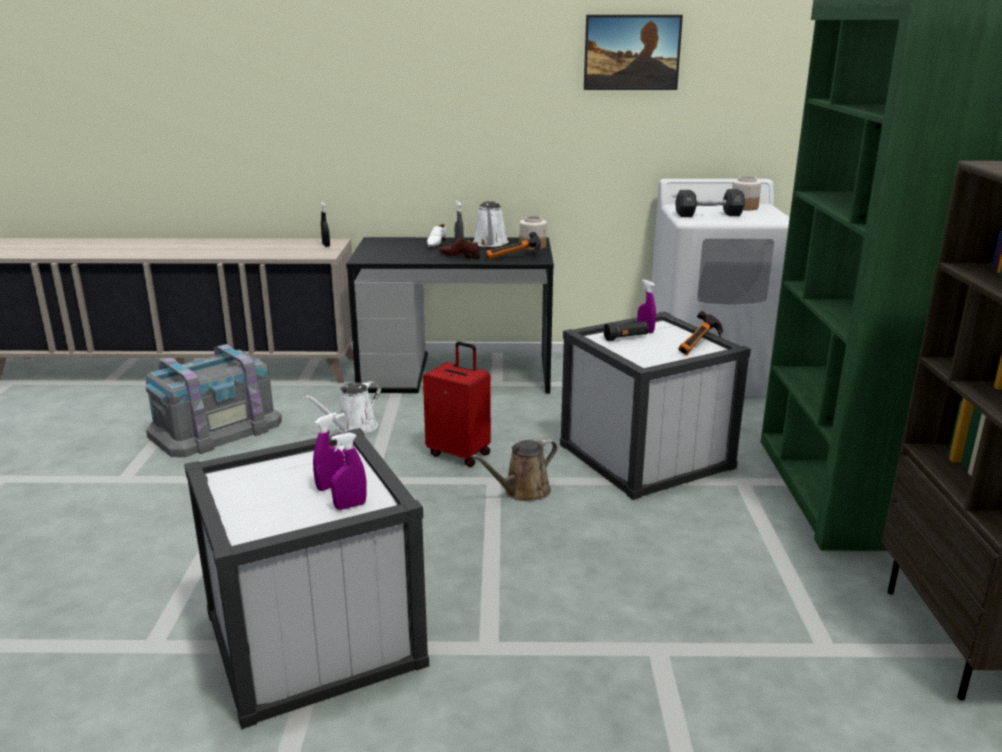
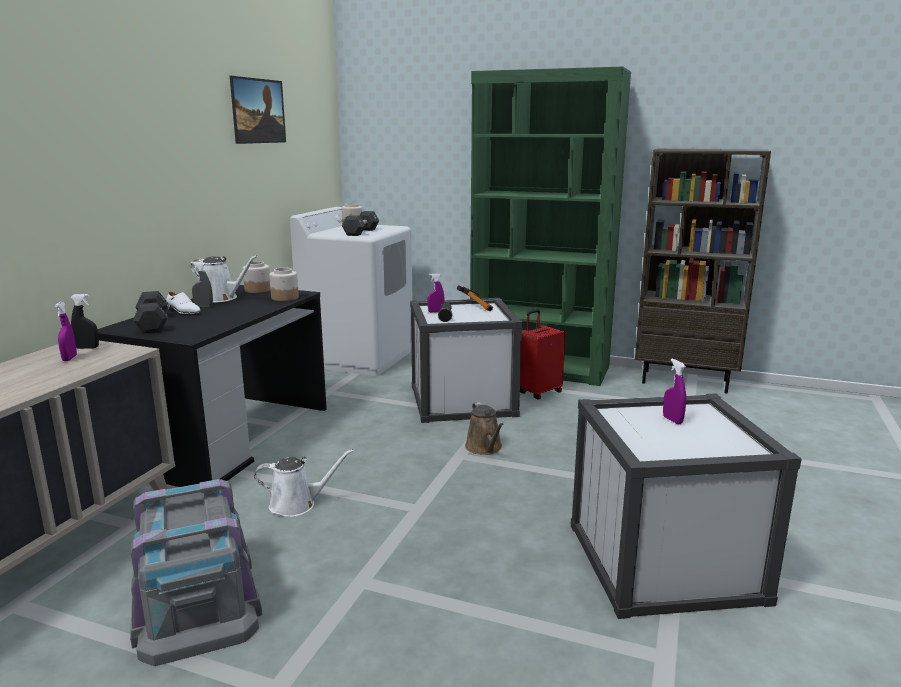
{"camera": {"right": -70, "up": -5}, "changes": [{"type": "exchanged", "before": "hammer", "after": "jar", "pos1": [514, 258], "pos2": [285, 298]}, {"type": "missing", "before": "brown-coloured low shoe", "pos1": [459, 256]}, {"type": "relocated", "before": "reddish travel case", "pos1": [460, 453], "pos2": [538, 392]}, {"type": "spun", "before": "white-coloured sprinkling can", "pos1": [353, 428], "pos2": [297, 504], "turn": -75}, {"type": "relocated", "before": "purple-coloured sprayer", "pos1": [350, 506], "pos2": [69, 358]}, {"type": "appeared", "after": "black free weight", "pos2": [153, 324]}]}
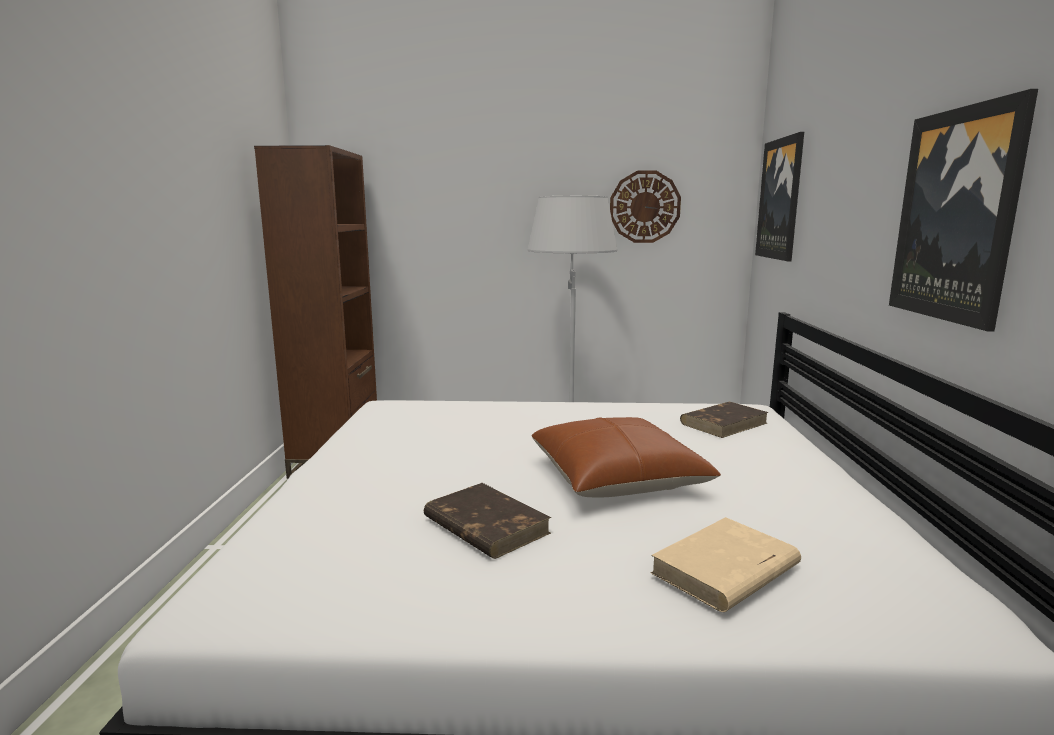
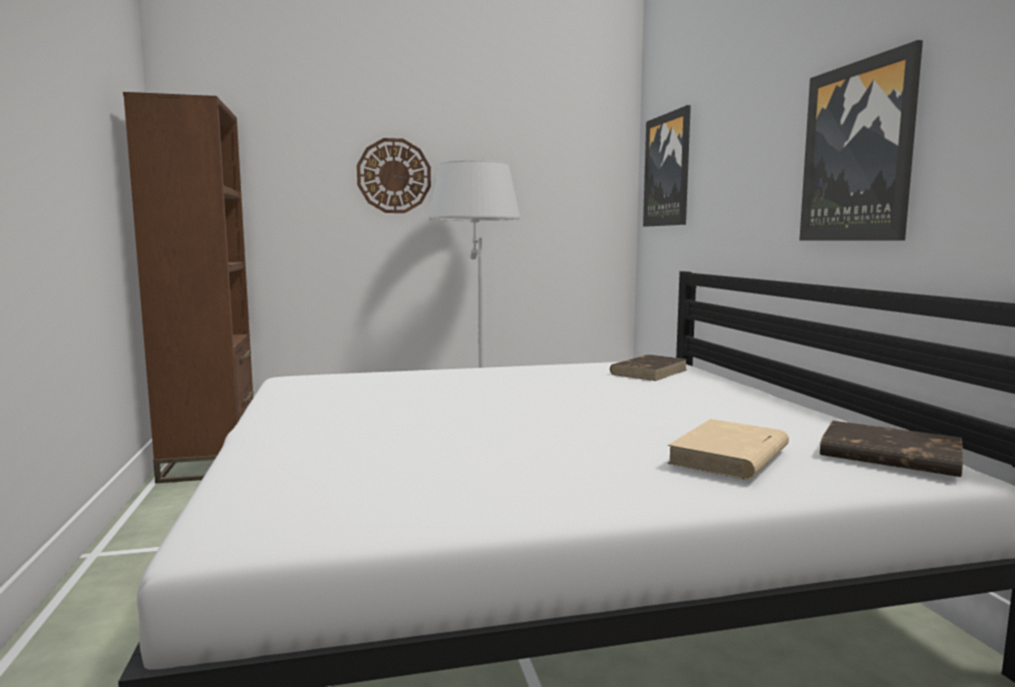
{"camera": {"right": -15, "up": -5}, "changes": [{"type": "relocated", "before": "wall clock", "pos1": [644, 207], "pos2": [394, 176]}, {"type": "missing", "before": "brown-coloured throw pillow", "pos1": [617, 477]}, {"type": "relocated", "before": "brown-coloured volume", "pos1": [485, 525], "pos2": [888, 456]}]}
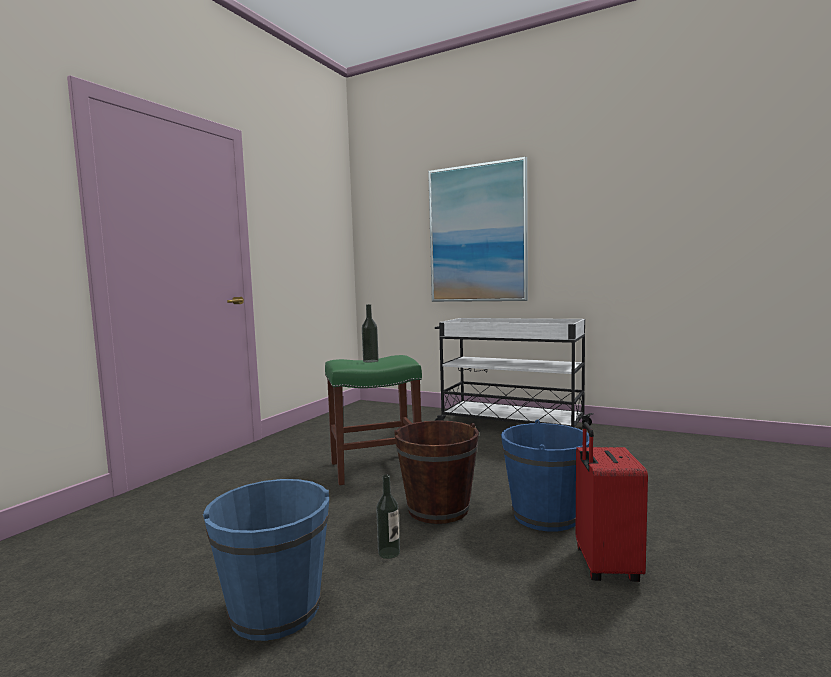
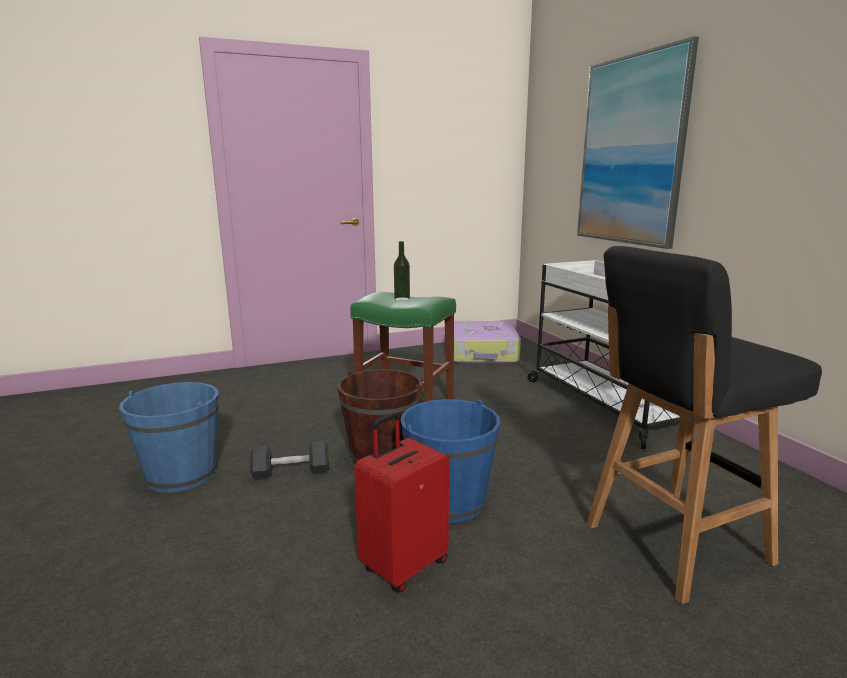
{"camera": {"right": 40, "up": 10}, "changes": [{"type": "exchanged", "before": "beverage bottle", "after": "black free weight", "pos1": [389, 553], "pos2": [291, 472]}, {"type": "appeared", "after": "black stool", "pos2": [672, 544]}, {"type": "appeared", "after": "travel case", "pos2": [483, 353]}]}
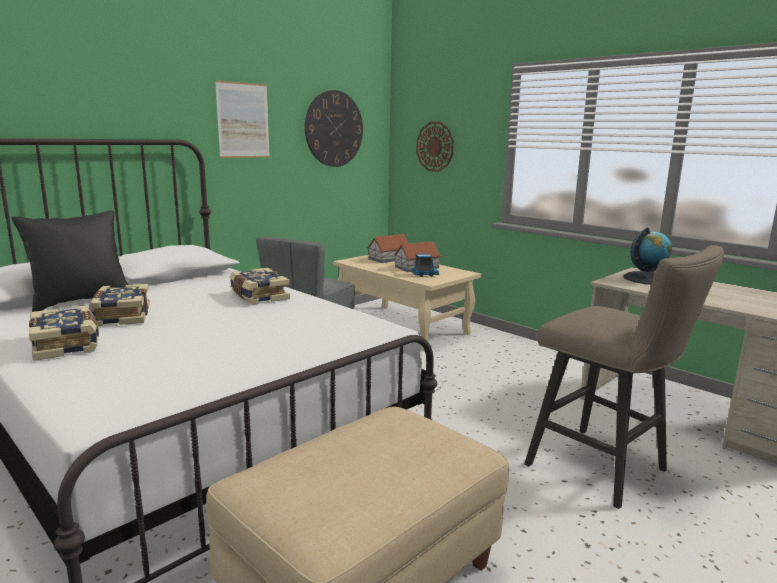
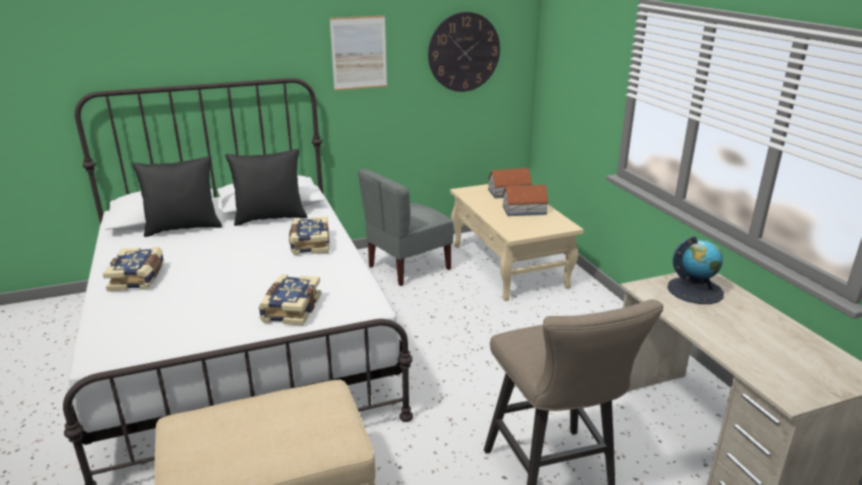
{"camera": {"right": 25, "up": 10}, "changes": [{"type": "missing", "before": "wall clock", "pos1": [435, 146]}, {"type": "missing", "before": "toy lorry", "pos1": [424, 274]}, {"type": "relocated", "before": "volume", "pos1": [120, 316], "pos2": [290, 309]}, {"type": "appeared", "after": "black throw pillow", "pos2": [270, 218]}]}
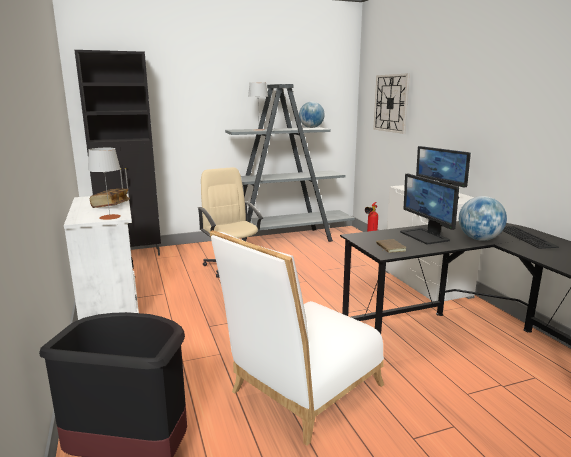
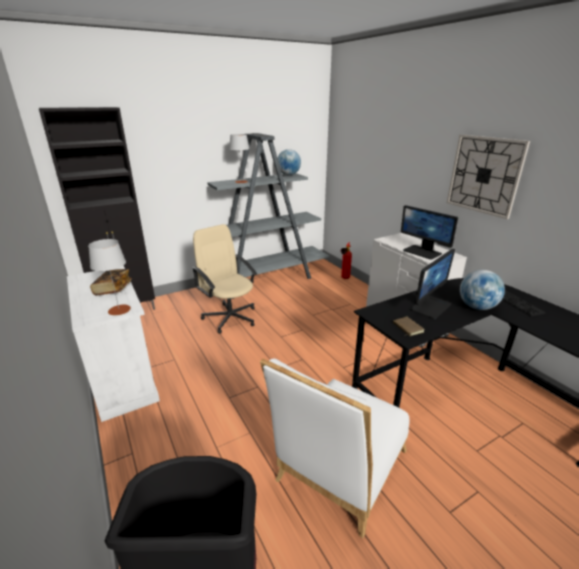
{"camera": {"right": -10, "up": 10}, "changes": [{"type": "relocated", "before": "wall clock", "pos1": [391, 103], "pos2": [484, 175]}, {"type": "spun", "before": "monitor", "pos1": [425, 236], "pos2": [429, 306], "turn": -105}]}
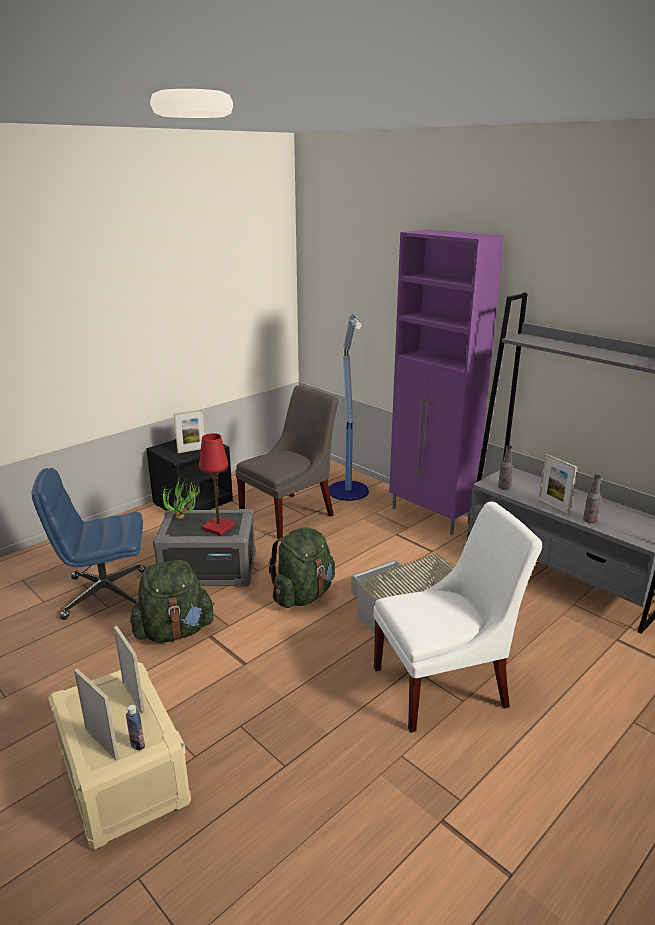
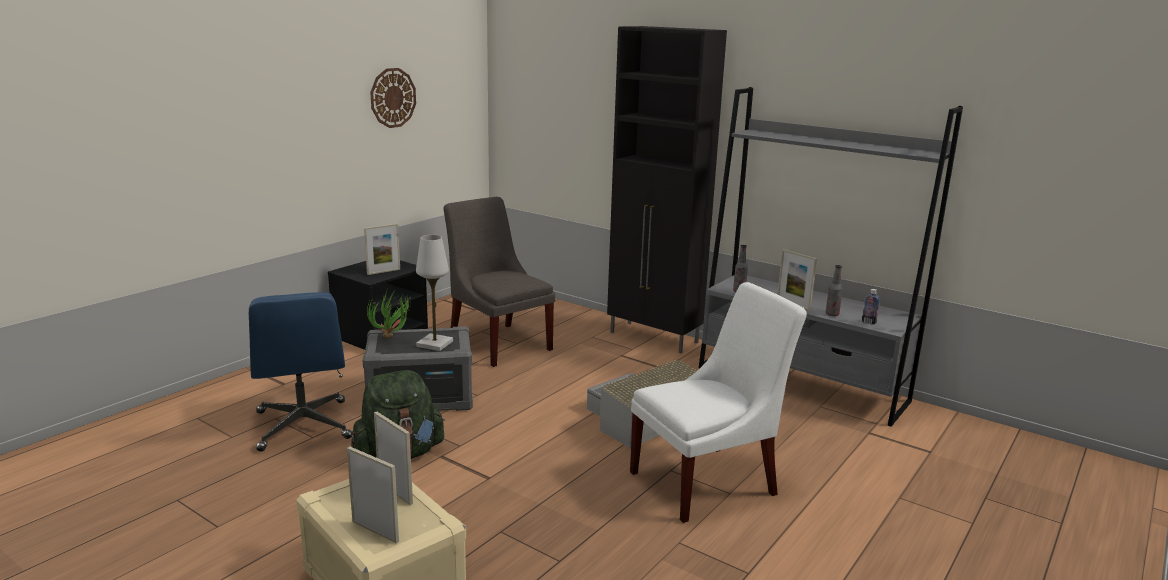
{"camera": {"right": -10, "up": -5}, "changes": [{"type": "colour", "before": "purple-coloured cupboard", "after": "black cupboard", "pos1": [431, 516], "pos2": [654, 338]}, {"type": "missing", "before": "standard lamp", "pos1": [348, 492]}, {"type": "spun", "before": "gray chair", "pos1": [290, 515], "pos2": [498, 343], "turn": -75}, {"type": "colour", "before": "reddish tabletop lamp", "after": "white-coloured tabletop lamp", "pos1": [218, 527], "pos2": [434, 344]}, {"type": "spun", "before": "blue office chair", "pos1": [104, 594], "pos2": [303, 426], "turn": -90}, {"type": "missing", "before": "greenish rucksack", "pos1": [303, 595]}, {"type": "relocated", "before": "beverage bottle", "pos1": [137, 744], "pos2": [868, 322]}, {"type": "appeared", "after": "wall clock", "pos2": [393, 98]}]}
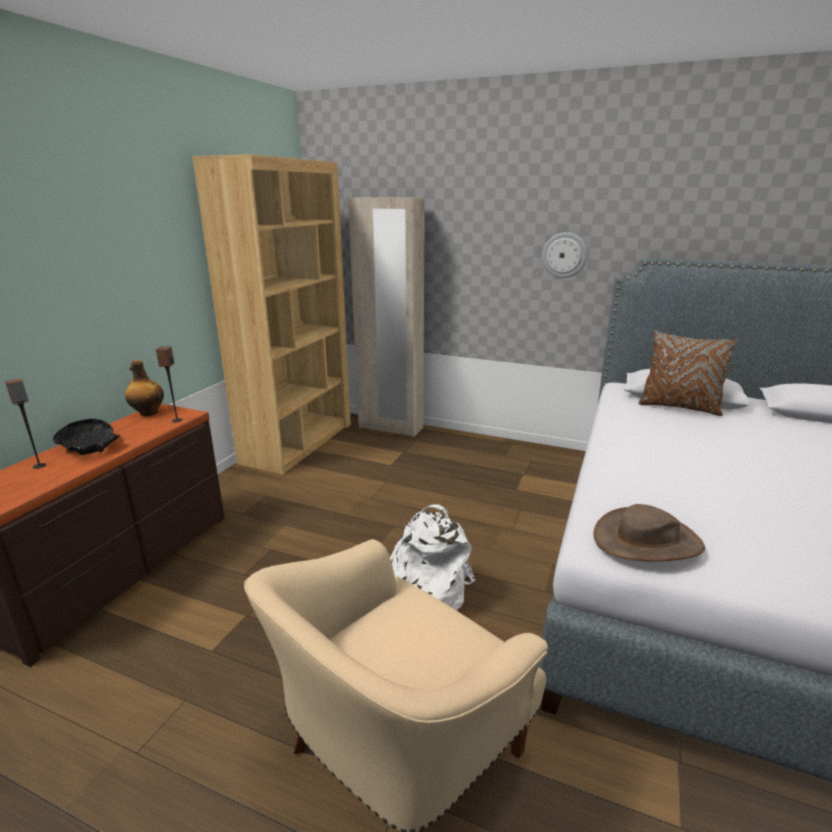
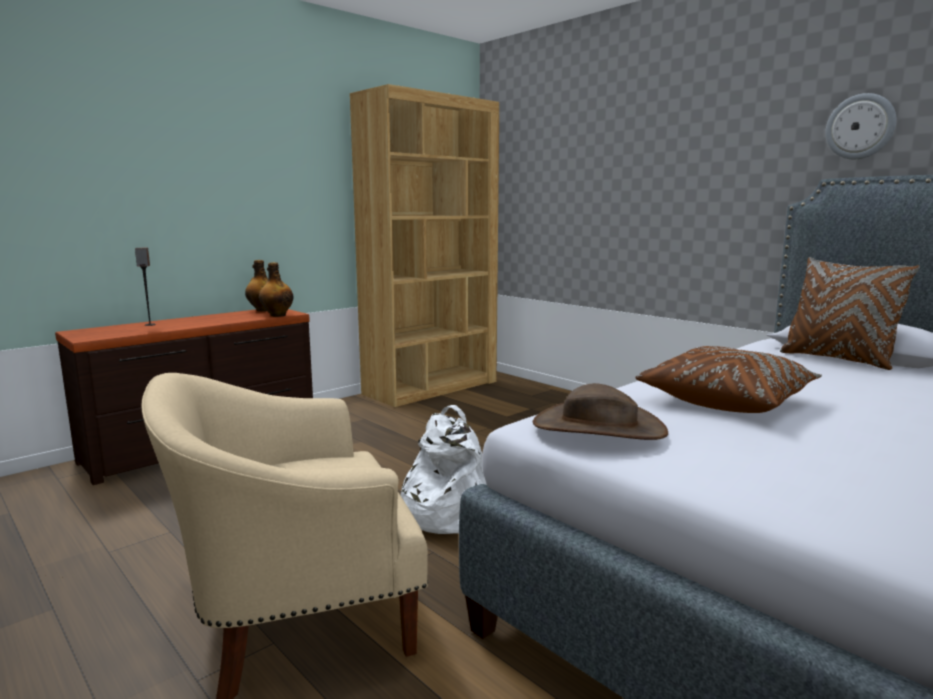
{"camera": {"right": 25, "up": -10}, "changes": [{"type": "missing", "before": "beige-coloured clothes cupboard", "pos1": [390, 427]}, {"type": "relocated", "before": "wall clock", "pos1": [564, 255], "pos2": [860, 127]}, {"type": "exchanged", "before": "loudspeaker", "after": "beverage bottle", "pos1": [177, 420], "pos2": [277, 315]}, {"type": "missing", "before": "black serving bowl", "pos1": [90, 446]}, {"type": "appeared", "after": "brown-coloured throw pillow", "pos2": [726, 401]}]}
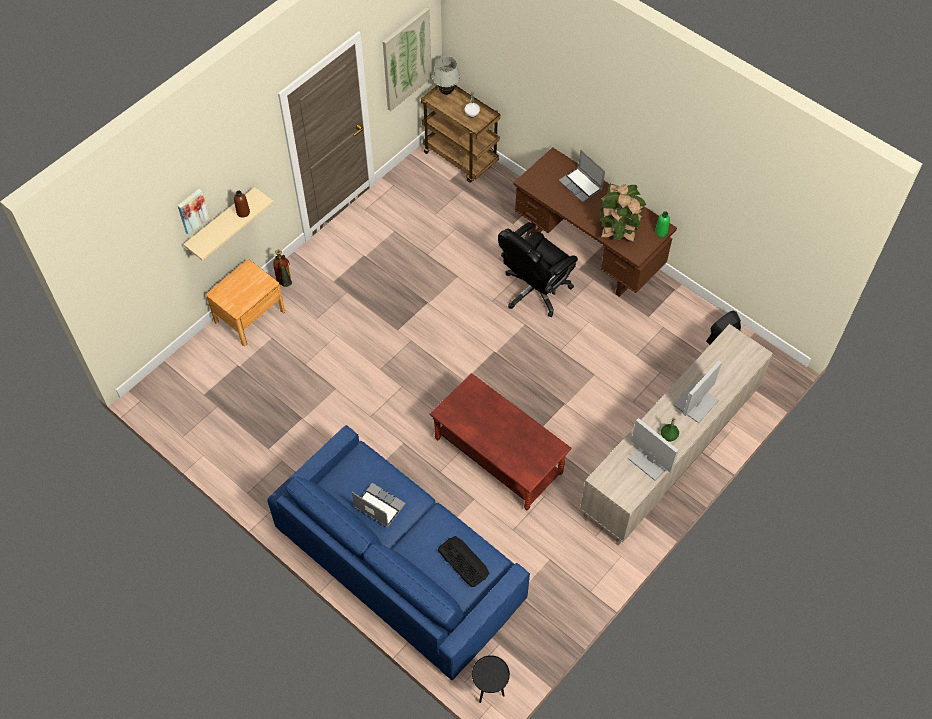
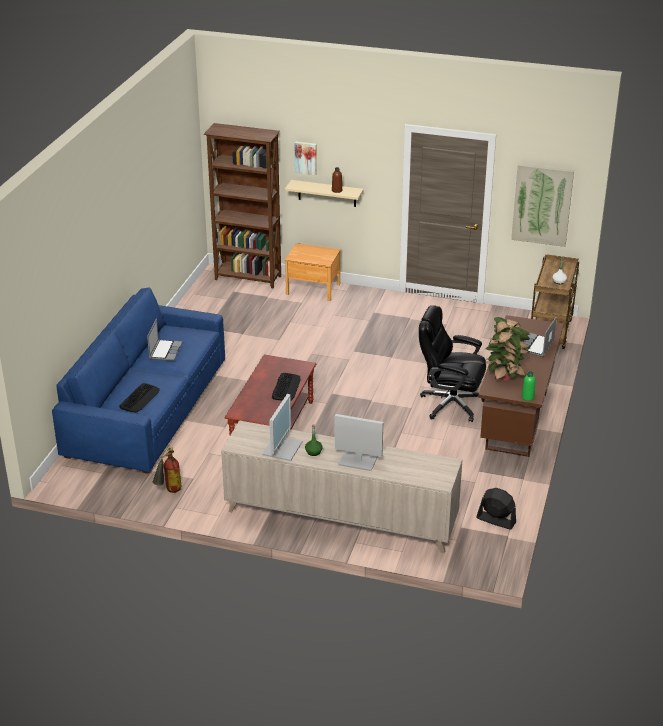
{"camera": {"right": 65, "up": -25}, "changes": [{"type": "missing", "before": "white-coloured tabletop lamp", "pos1": [446, 92]}, {"type": "relocated", "before": "fire-fighting cylinder", "pos1": [285, 284], "pos2": [169, 491]}, {"type": "missing", "before": "black accent table", "pos1": [489, 692]}, {"type": "appeared", "after": "brown-coloured bookshelf", "pos2": [248, 278]}, {"type": "appeared", "after": "keyboard", "pos2": [286, 387]}]}
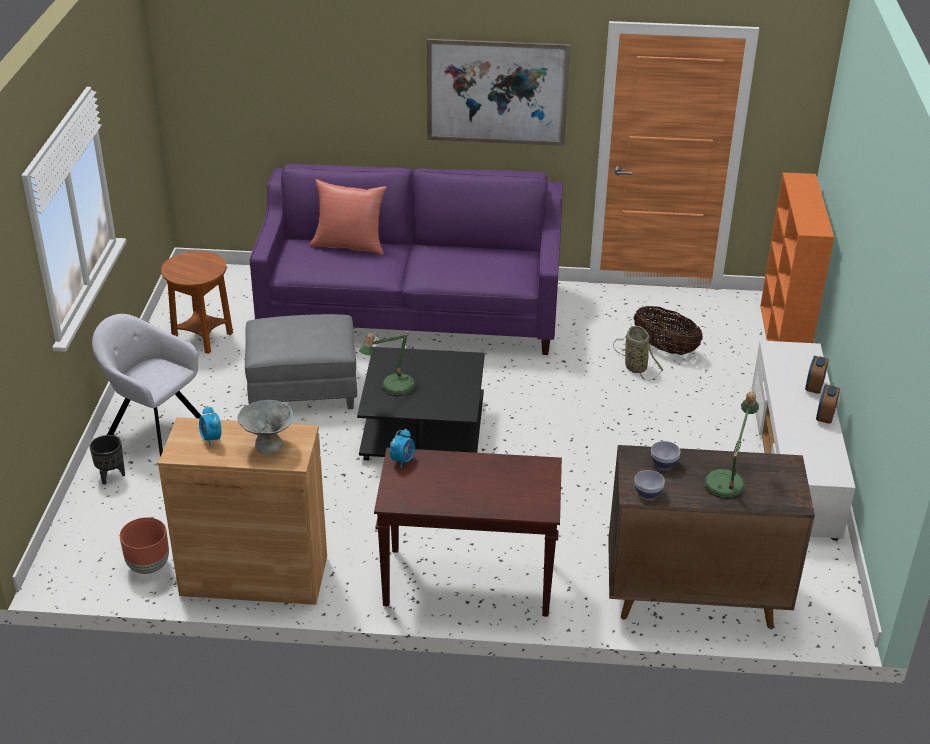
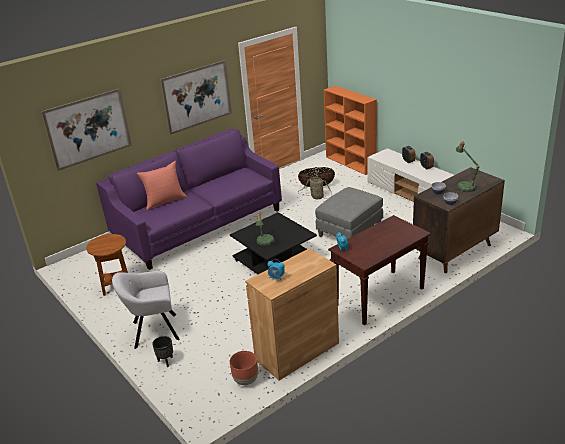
{"camera": {"right": -40, "up": -5}, "changes": [{"type": "relocated", "before": "gray footrest", "pos1": [302, 390], "pos2": [350, 231]}, {"type": "missing", "before": "gray serving bowl", "pos1": [268, 445]}, {"type": "appeared", "after": "wall art", "pos2": [88, 129]}]}
